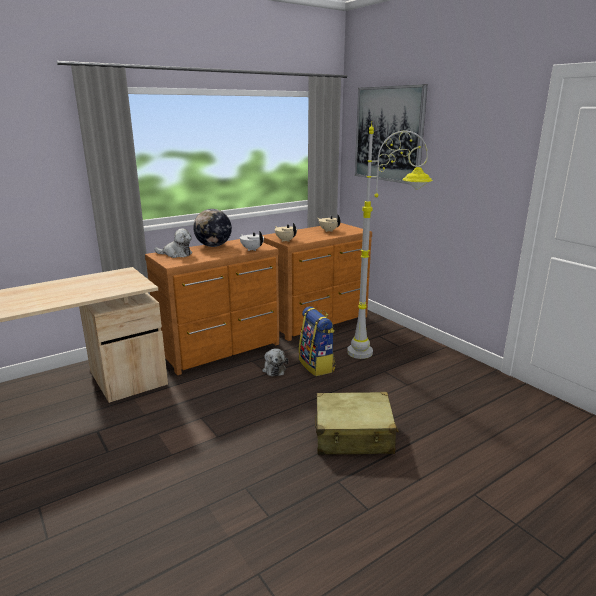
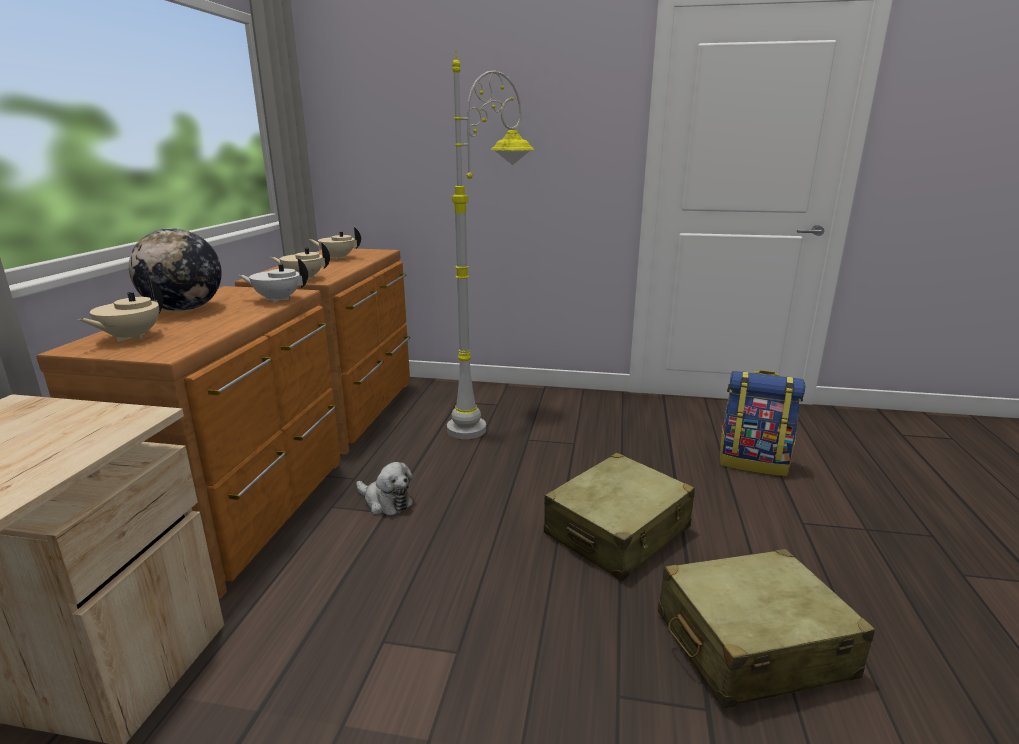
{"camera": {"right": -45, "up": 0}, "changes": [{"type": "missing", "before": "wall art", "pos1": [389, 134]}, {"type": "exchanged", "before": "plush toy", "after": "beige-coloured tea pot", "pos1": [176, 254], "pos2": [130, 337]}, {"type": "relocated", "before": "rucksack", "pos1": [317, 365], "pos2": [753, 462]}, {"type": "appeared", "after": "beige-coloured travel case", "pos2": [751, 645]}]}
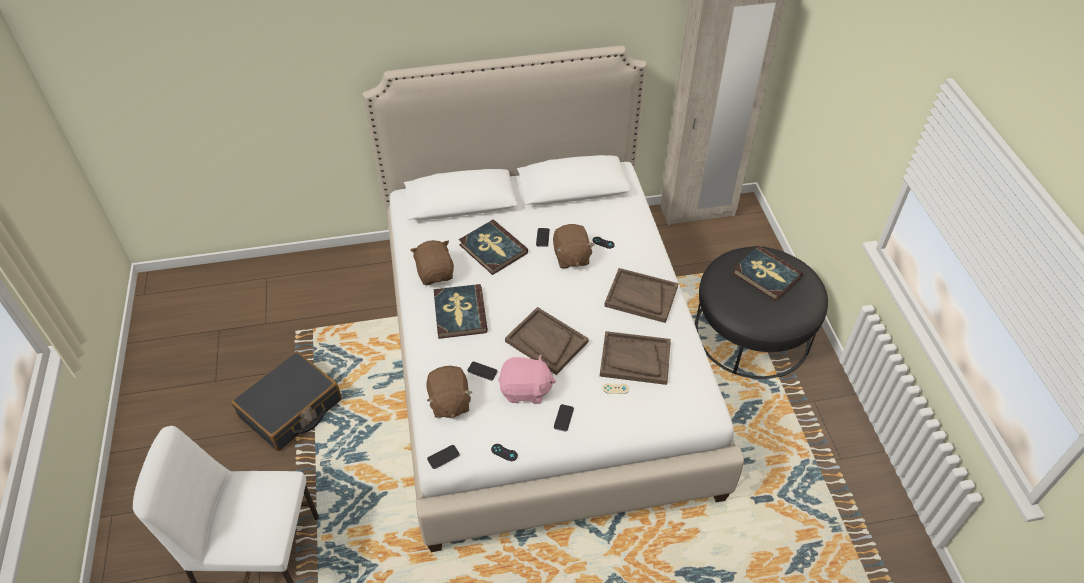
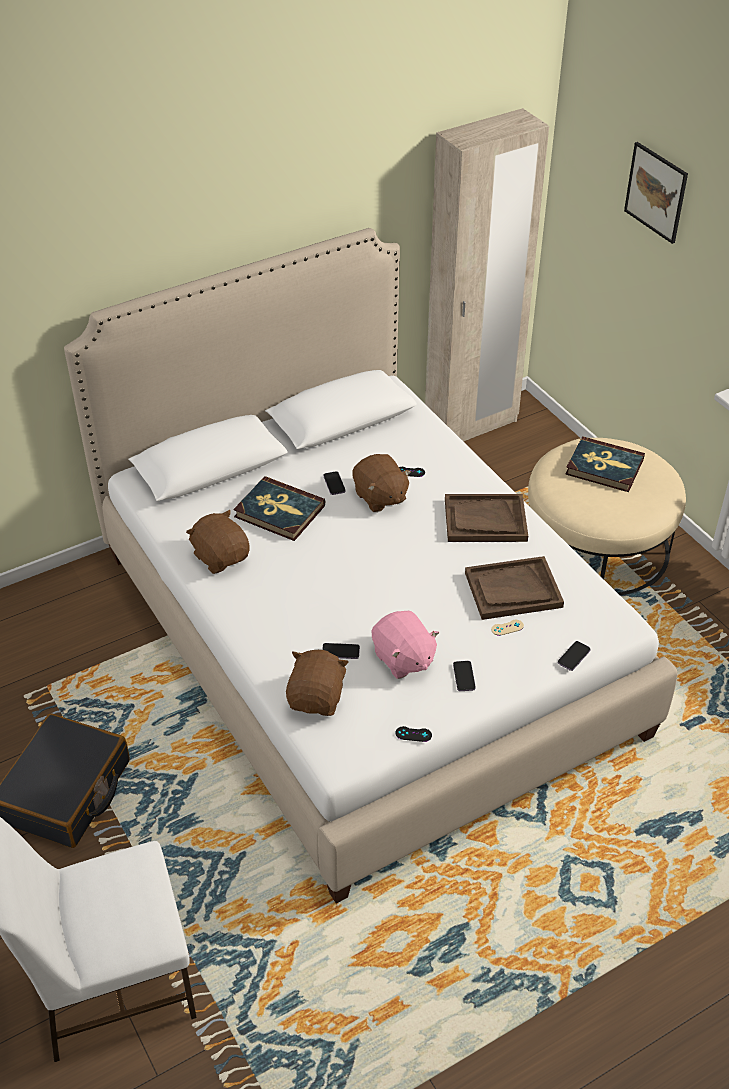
{"camera": {"right": -20, "up": -5}, "changes": [{"type": "colour", "before": "black footrest", "after": "beige-coloured footrest", "pos1": [752, 332], "pos2": [597, 545]}, {"type": "missing", "before": "volume", "pos1": [459, 313]}, {"type": "missing", "before": "brown-coloured tray", "pos1": [546, 342]}, {"type": "spun", "before": "pink-coloured plush toy", "pos1": [525, 390], "pos2": [403, 659], "turn": 75}, {"type": "spun", "before": "brown-coloured plush toy", "pos1": [449, 402], "pos2": [317, 698], "turn": -135}, {"type": "relocated", "before": "phone", "pos1": [443, 457], "pos2": [574, 657]}, {"type": "appeared", "after": "wall art", "pos2": [656, 192]}]}
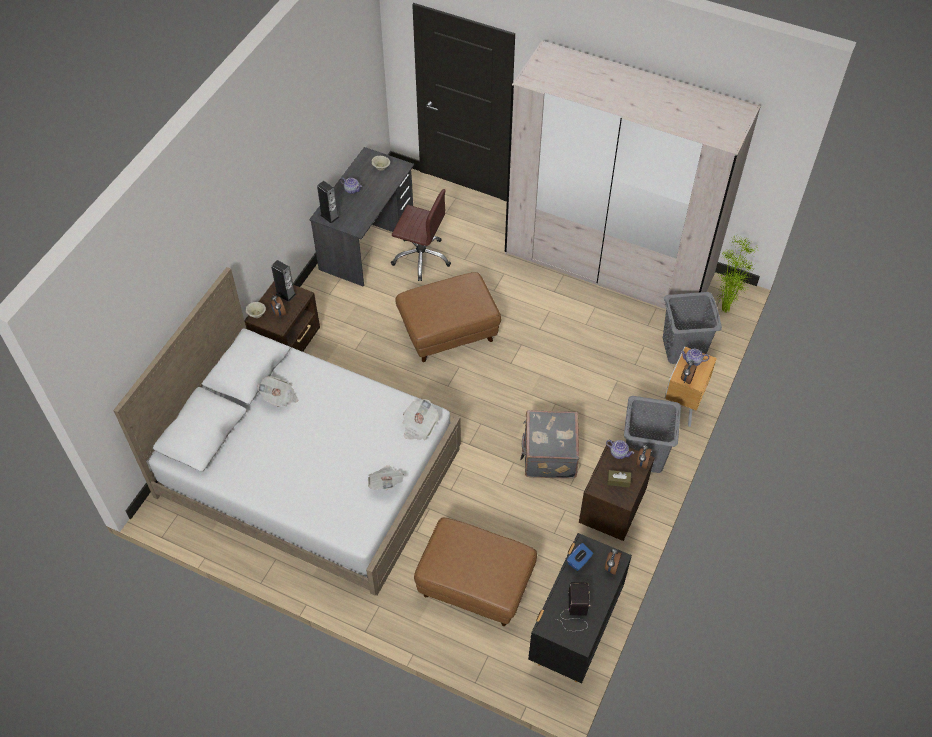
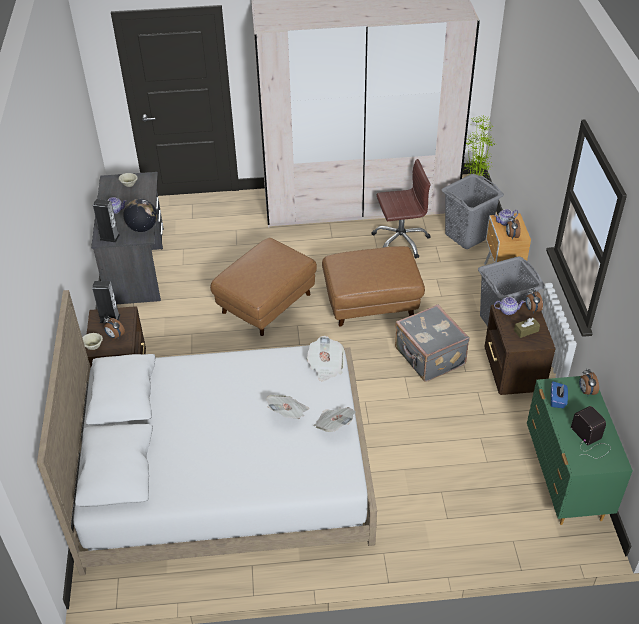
{"camera": {"right": -30, "up": -10}, "changes": [{"type": "relocated", "before": "brown-coloured office chair", "pos1": [421, 257], "pos2": [400, 241]}, {"type": "relocated", "before": "newspaper", "pos1": [279, 397], "pos2": [288, 413]}, {"type": "relocated", "before": "brown-coloured footrest", "pos1": [474, 585], "pos2": [371, 303]}, {"type": "colour", "before": "black drawer chest", "after": "greenish drawer chest", "pos1": [574, 631], "pos2": [565, 481]}, {"type": "appeared", "after": "globe", "pos2": [142, 228]}]}
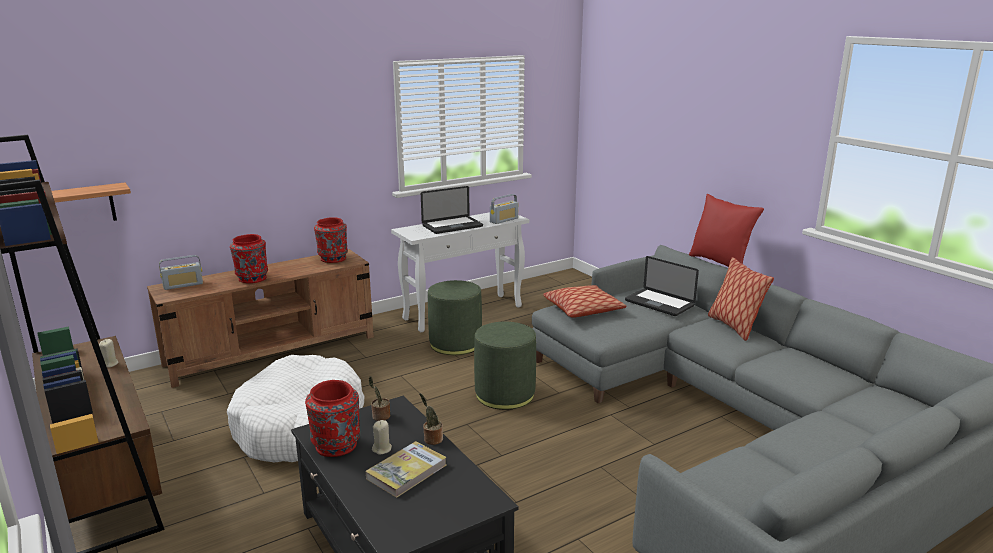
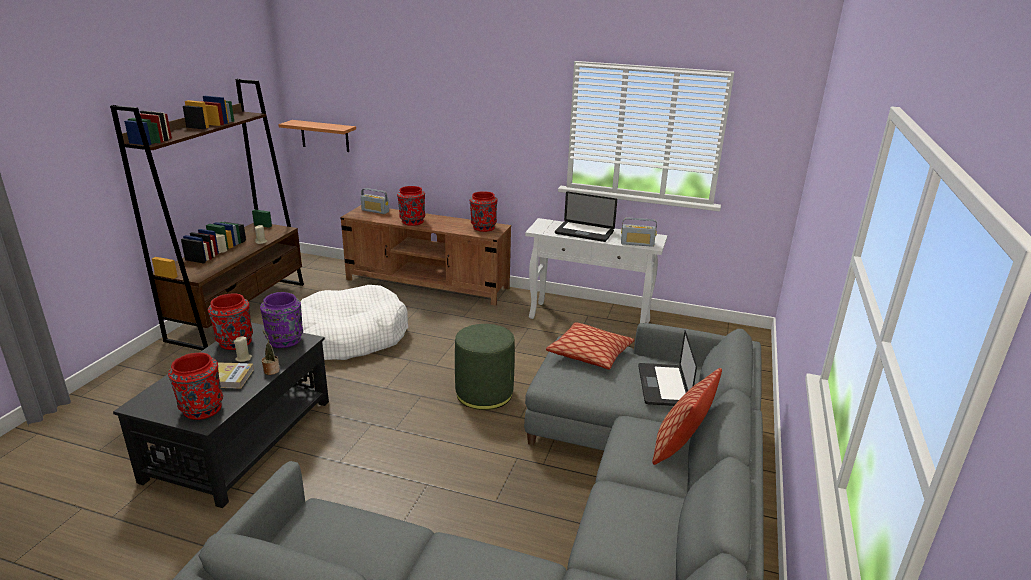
{"camera": {"right": 50, "up": 5}, "changes": [{"type": "missing", "before": "reddish throw pillow", "pos1": [720, 262]}, {"type": "missing", "before": "greenish footrest", "pos1": [455, 343]}, {"type": "exchanged", "before": "potted plant", "after": "purple-coloured flower vase", "pos1": [380, 417], "pos2": [285, 341]}, {"type": "appeared", "after": "reddish flower vase", "pos2": [201, 410]}]}
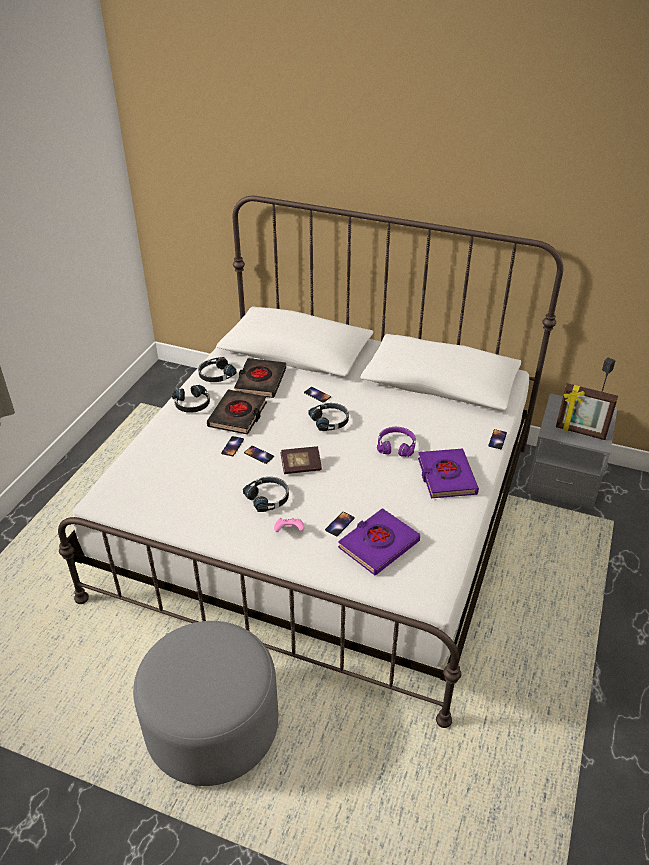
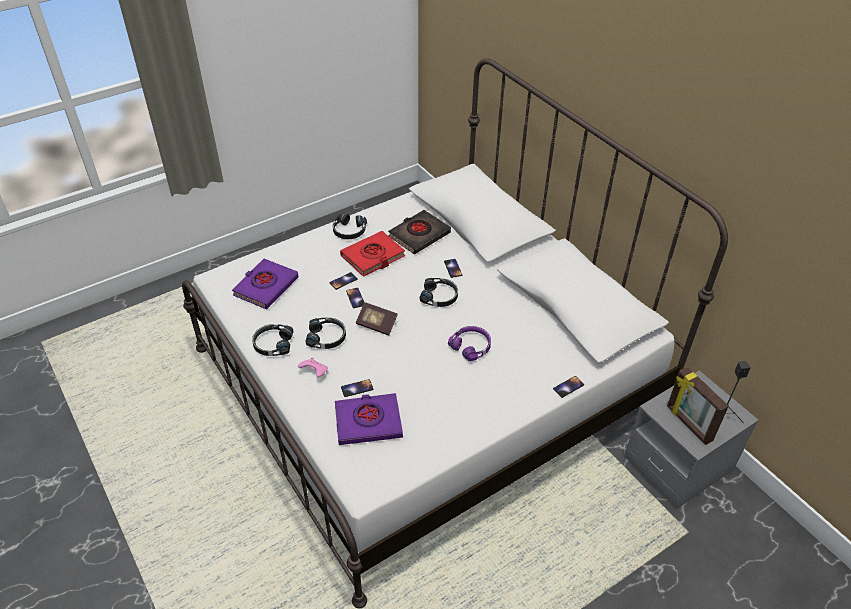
{"camera": {"right": 35, "up": 5}, "changes": [{"type": "relocated", "before": "black pair of headphones", "pos1": [216, 375], "pos2": [273, 344]}, {"type": "colour", "before": "black volume", "after": "reddish volume", "pos1": [238, 415], "pos2": [373, 257]}, {"type": "relocated", "before": "purple-coloured volume", "pos1": [446, 477], "pos2": [266, 287]}, {"type": "missing", "before": "gray footrest", "pos1": [213, 726]}]}
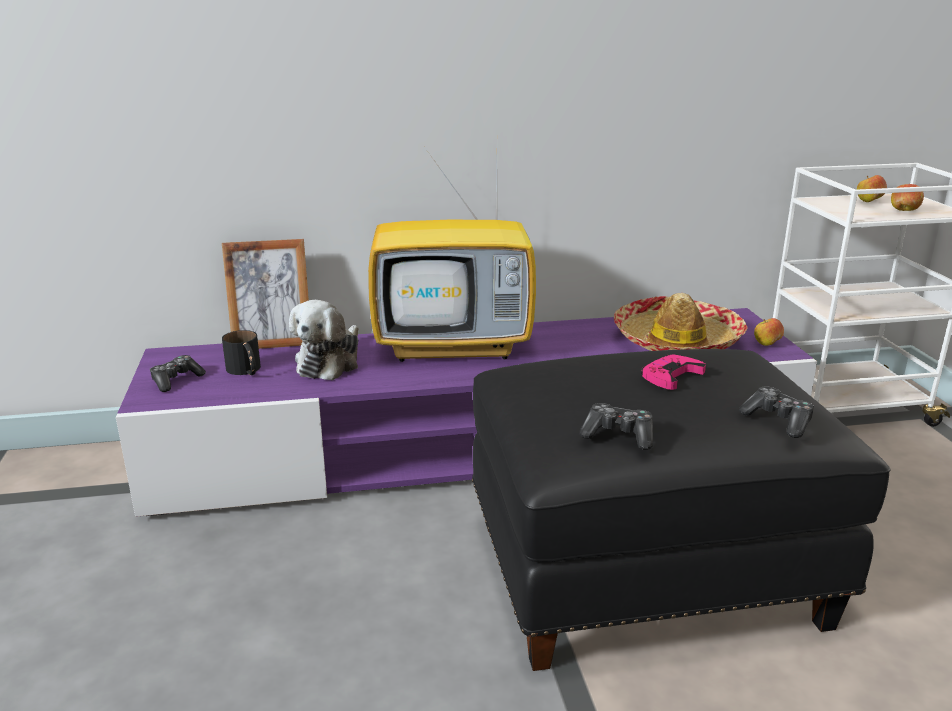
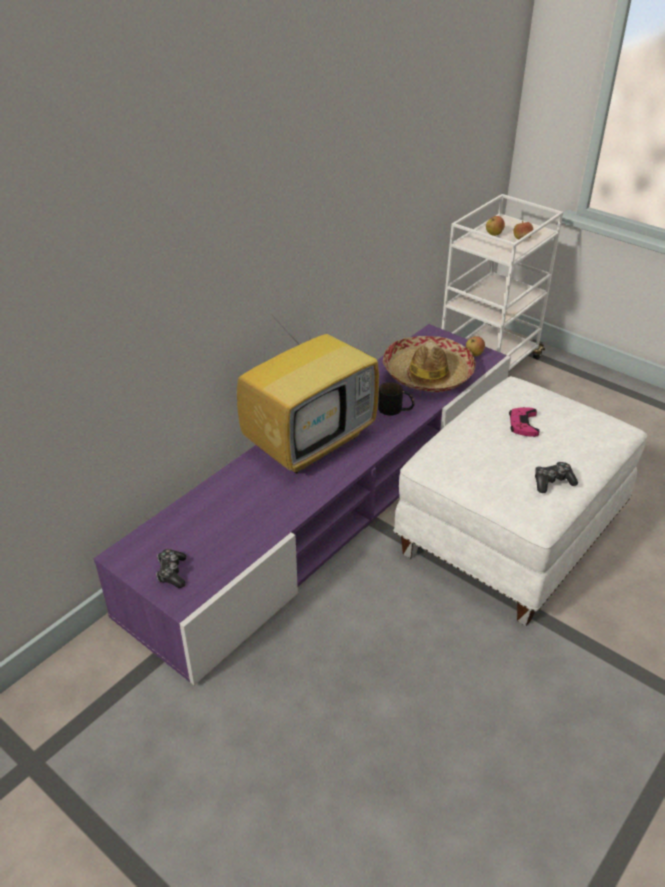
{"camera": {"right": -40, "up": 15}, "changes": [{"type": "missing", "before": "picture frame", "pos1": [273, 343]}, {"type": "missing", "before": "plush toy", "pos1": [330, 362]}, {"type": "relocated", "before": "black mug", "pos1": [246, 371], "pos2": [396, 409]}, {"type": "colour", "before": "black footrest", "after": "white-coloured footrest", "pos1": [647, 570], "pos2": [510, 534]}, {"type": "missing", "before": "gamepad", "pos1": [778, 421]}]}
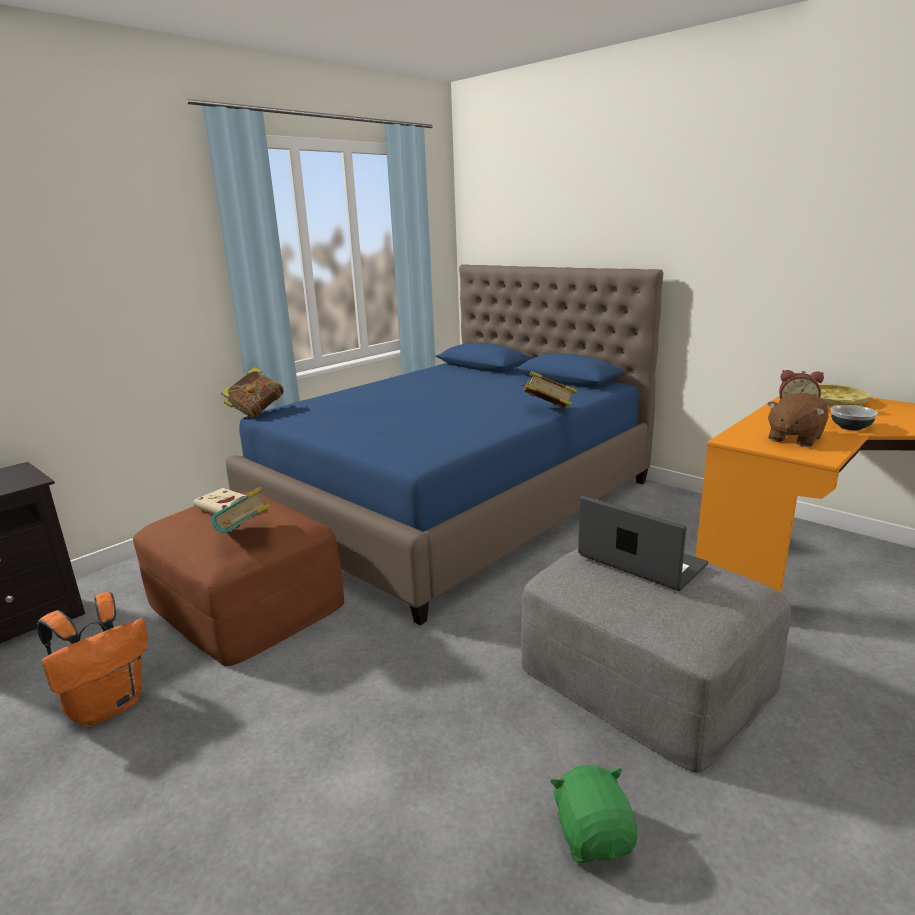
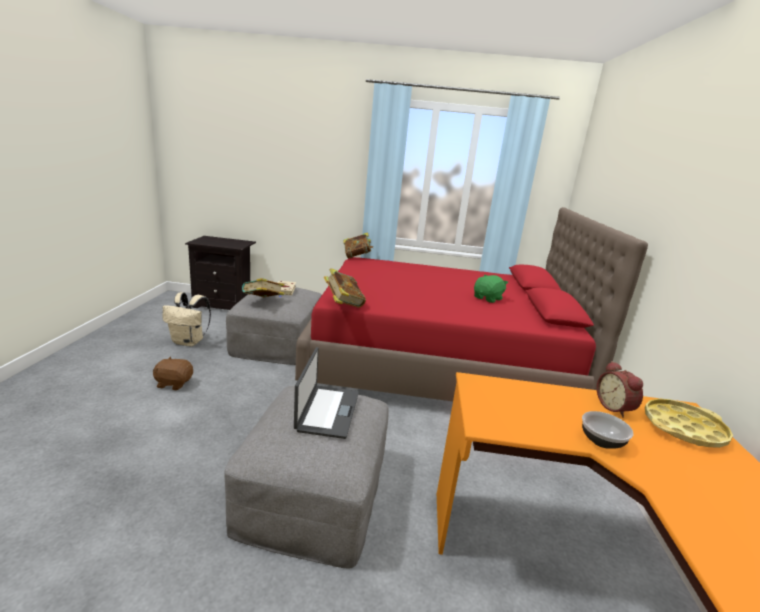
{"camera": {"right": 50, "up": 0}, "changes": [{"type": "colour", "before": "blue bed", "after": "reddish bed", "pos1": [453, 503], "pos2": [437, 362]}, {"type": "relocated", "before": "volume", "pos1": [547, 411], "pos2": [343, 304]}, {"type": "relocated", "before": "brown-coloured plush toy", "pos1": [794, 439], "pos2": [174, 383]}, {"type": "colour", "before": "brown-coloured footrest", "after": "gray footrest", "pos1": [246, 602], "pos2": [277, 341]}, {"type": "colour", "before": "orange rucksack", "after": "beige-coloured rucksack", "pos1": [109, 705], "pos2": [189, 342]}, {"type": "relocated", "before": "greenish plush toy", "pos1": [593, 835], "pos2": [488, 298]}]}
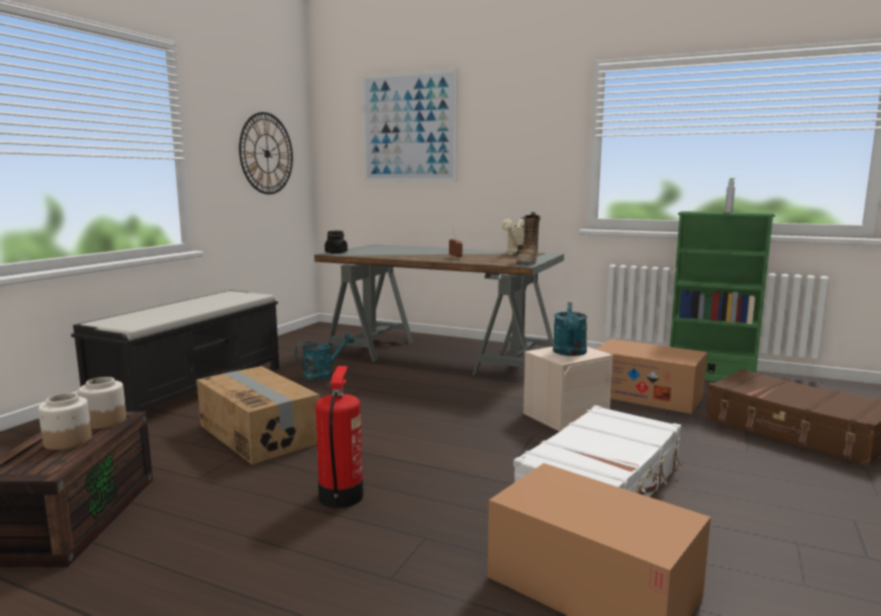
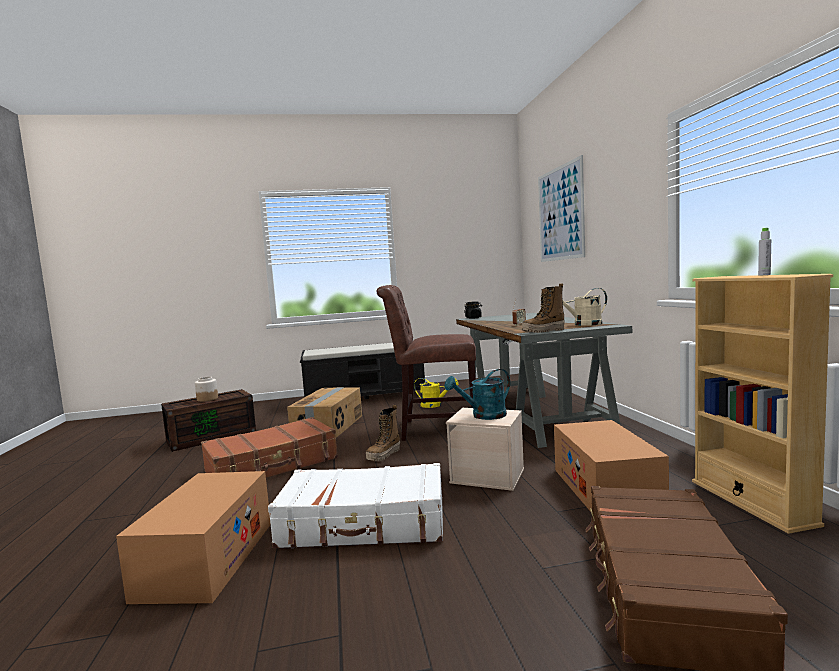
{"camera": {"right": 55, "up": -5}, "changes": [{"type": "missing", "before": "wall clock", "pos1": [267, 153]}, {"type": "colour", "before": "greenish bookshelf", "after": "beige-coloured bookshelf", "pos1": [710, 377], "pos2": [751, 502]}, {"type": "colour", "before": "turquoise sprinkling can", "after": "yellow-coloured sprinkling can", "pos1": [322, 374], "pos2": [435, 405]}, {"type": "exchanged", "before": "fire-fighting cylinder", "after": "brown-coloured travel case", "pos1": [341, 496], "pos2": [272, 465]}, {"type": "missing", "before": "jar", "pos1": [104, 421]}, {"type": "appeared", "after": "brown-coloured chair", "pos2": [435, 429]}, {"type": "appeared", "after": "tall boot", "pos2": [384, 455]}]}
